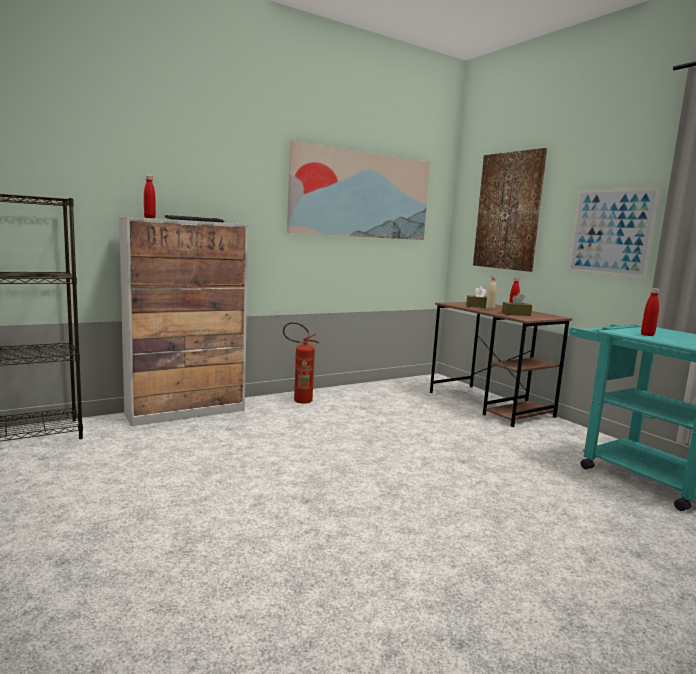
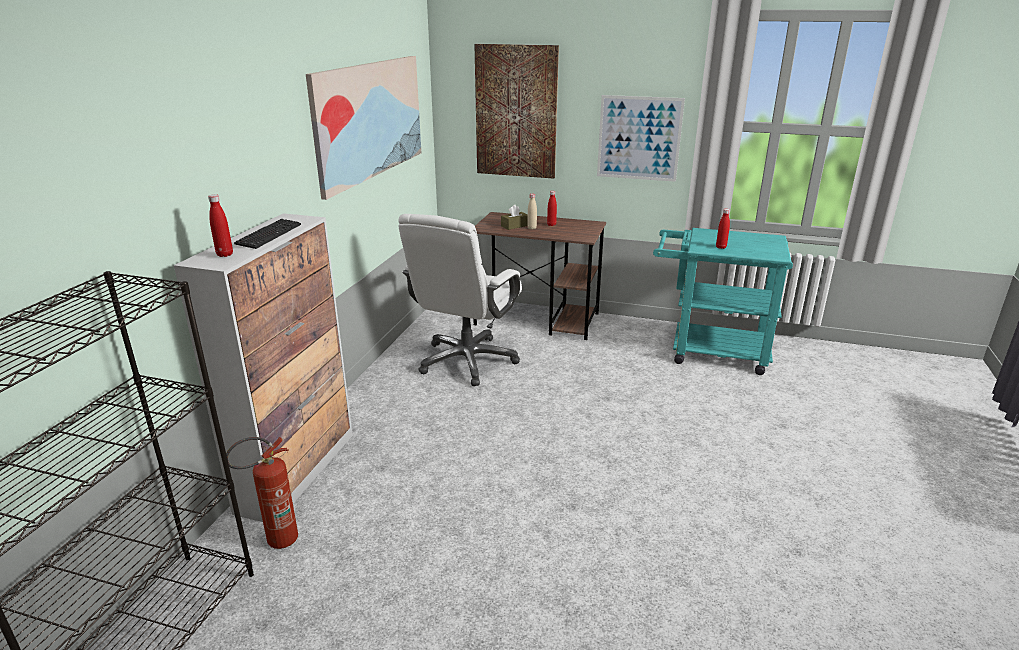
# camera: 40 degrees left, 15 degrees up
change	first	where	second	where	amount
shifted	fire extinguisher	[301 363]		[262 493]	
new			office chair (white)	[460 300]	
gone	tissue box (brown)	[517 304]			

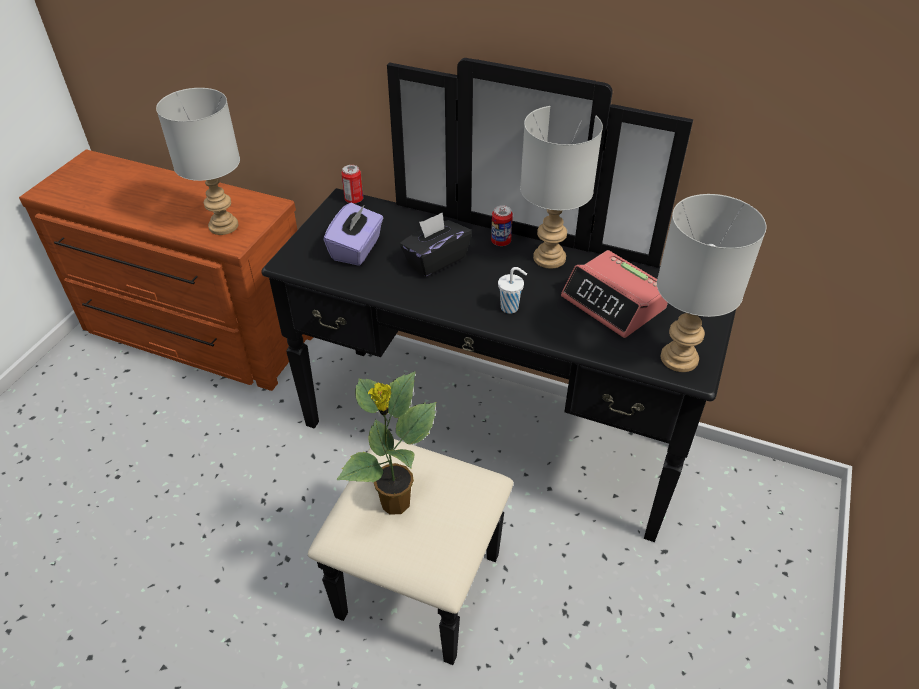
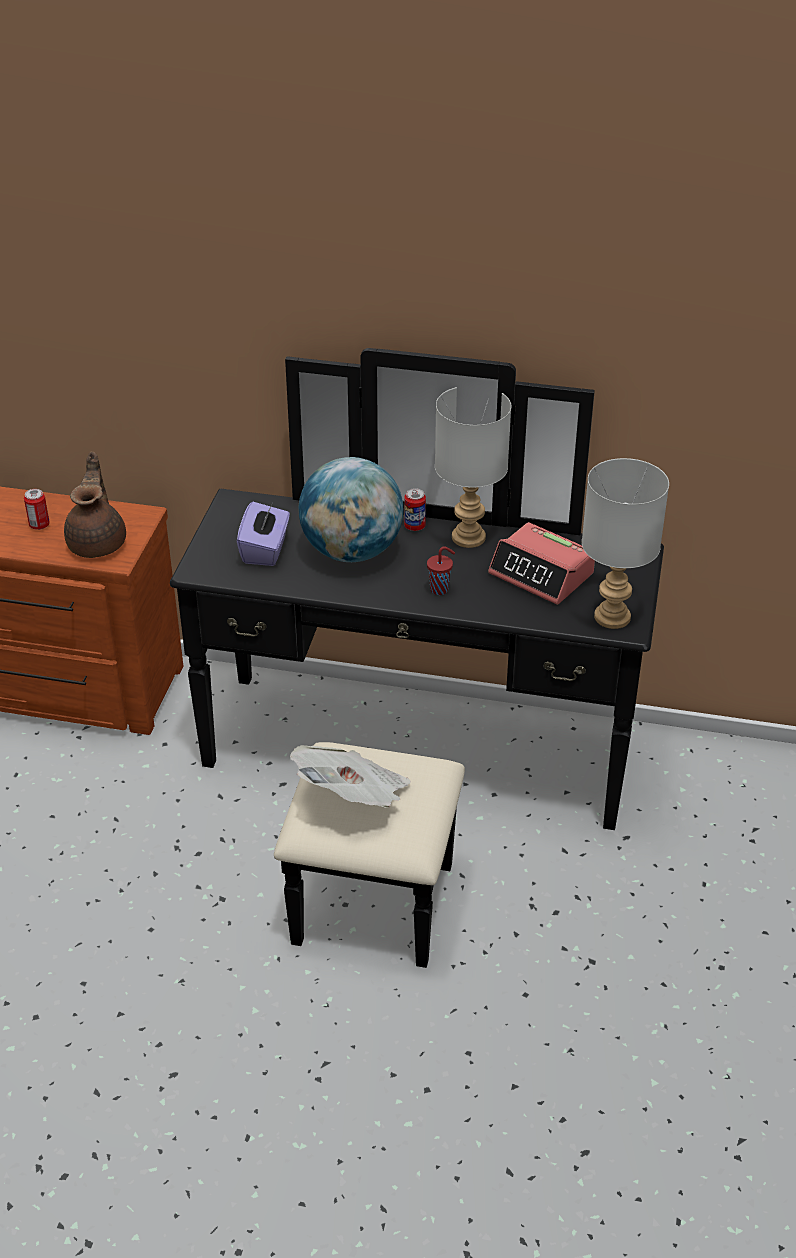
# camera: 10 degrees left, 5 degrees down
change	first	where	second	where	amount
shifted	can	[352 184]		[37 509]	
swapped	table lamp (grey)	[198 161]	teapot (brown)	[95 504]	
swapped	potted plant	[386 443]	newspaper	[350 776]	
swapped	tissue box (black)	[436 244]	globe	[350 509]	
repainted	cup (white)	[512 290]	cup (red)	[441 571]	

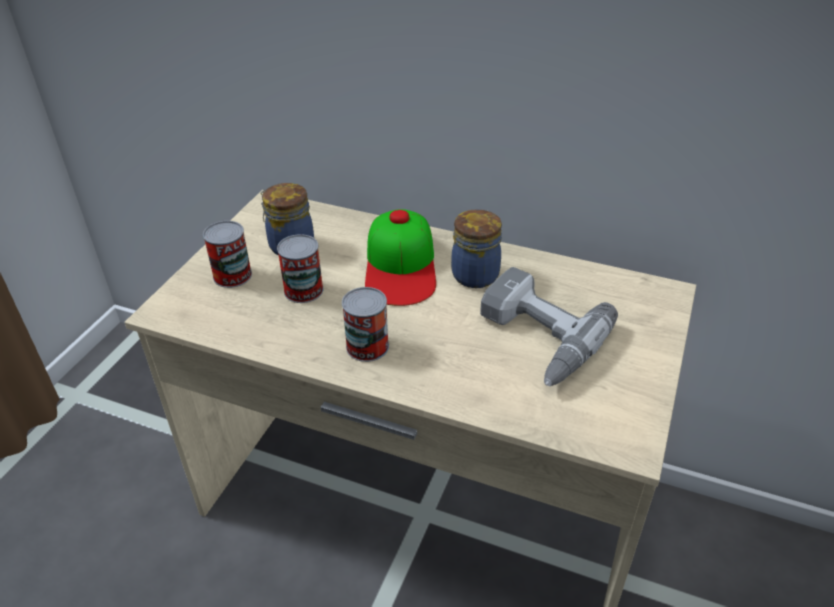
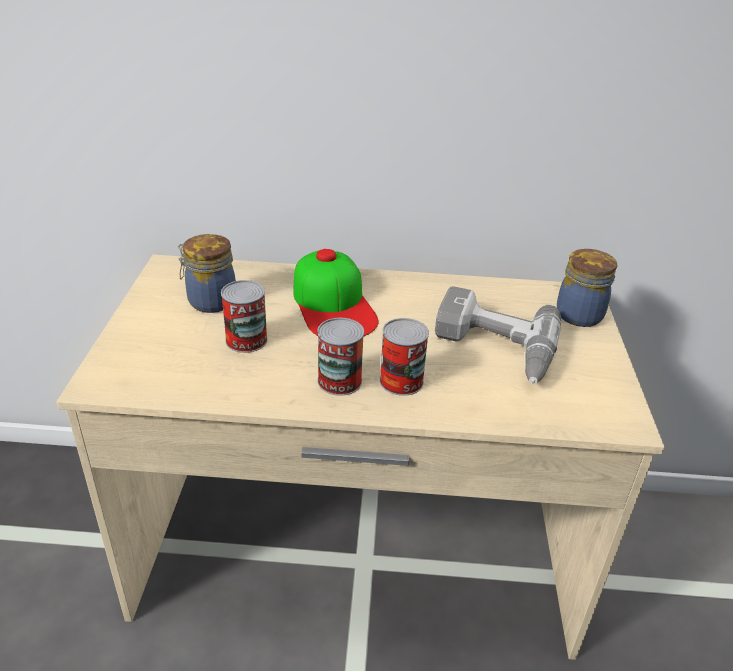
# camera: 20 degrees left, 5 degrees down
change	first	where	second	where	amount
shifted	can	[227 254]		[404 357]	
shifted	jar	[476 248]		[587 288]	

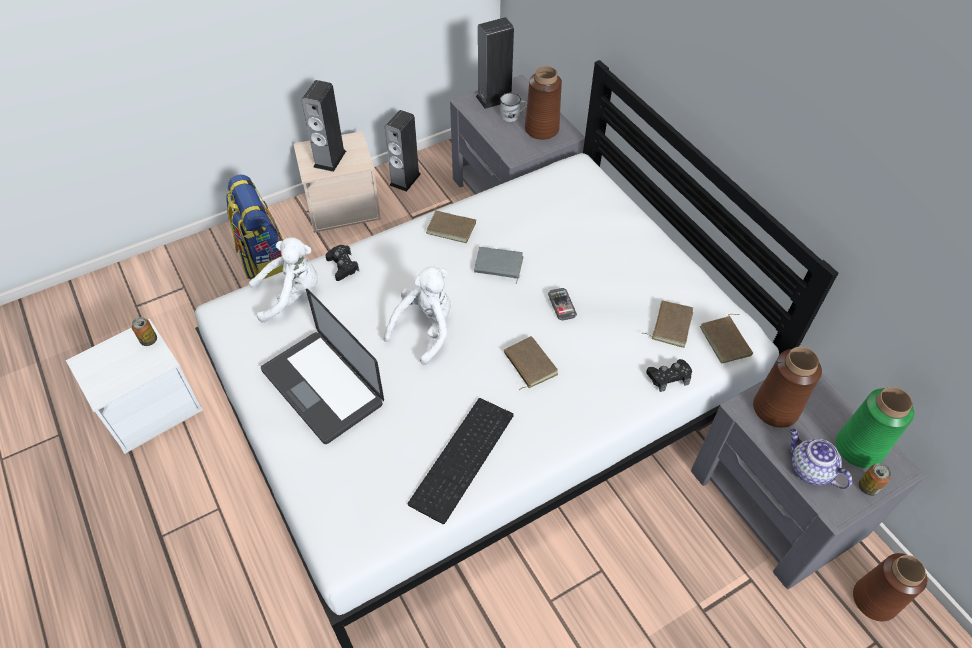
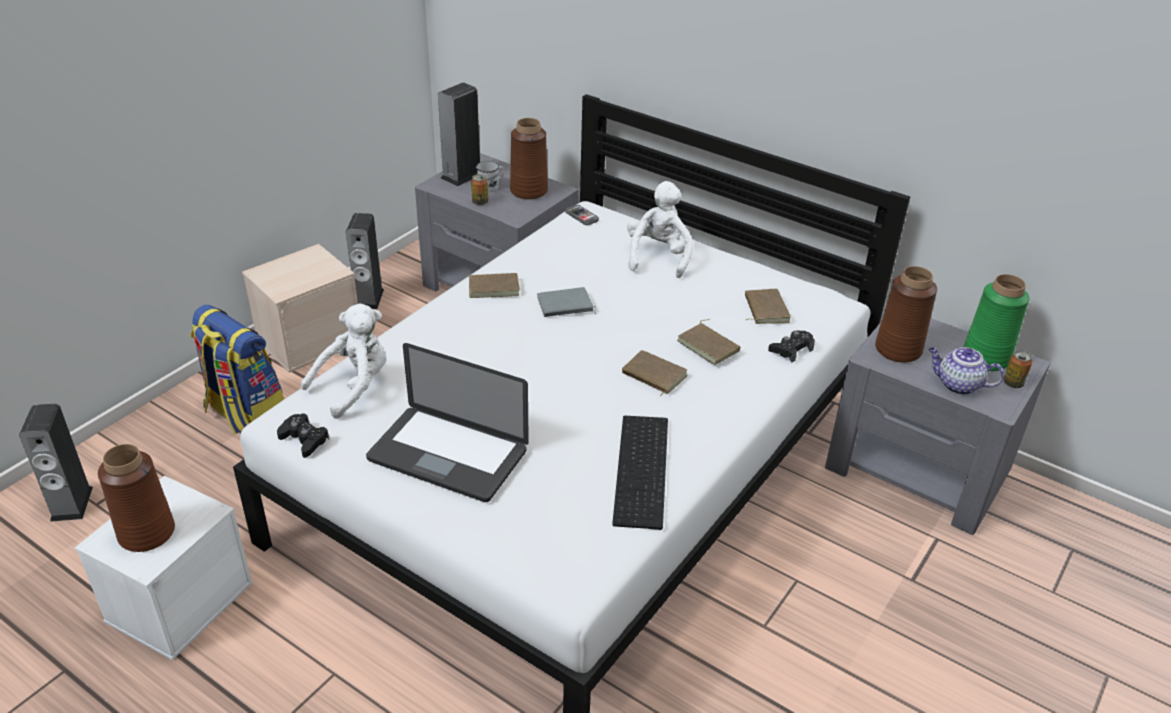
# camera: 25 degrees left, 15 degrees down
change	first	where	second	where	amount
shifted	speaker	[323 126]		[56 463]	
shifted	vase (brown)	[890 587]		[136 498]	
shifted	game controller (black)	[343 263]		[303 435]	
shifted	can	[144 331]		[479 189]	
shifted	phone	[562 304]		[582 215]	
shifted	plush toy (white)	[417 316]		[660 229]	
shifted	book (brown)	[726 339]		[709 342]	

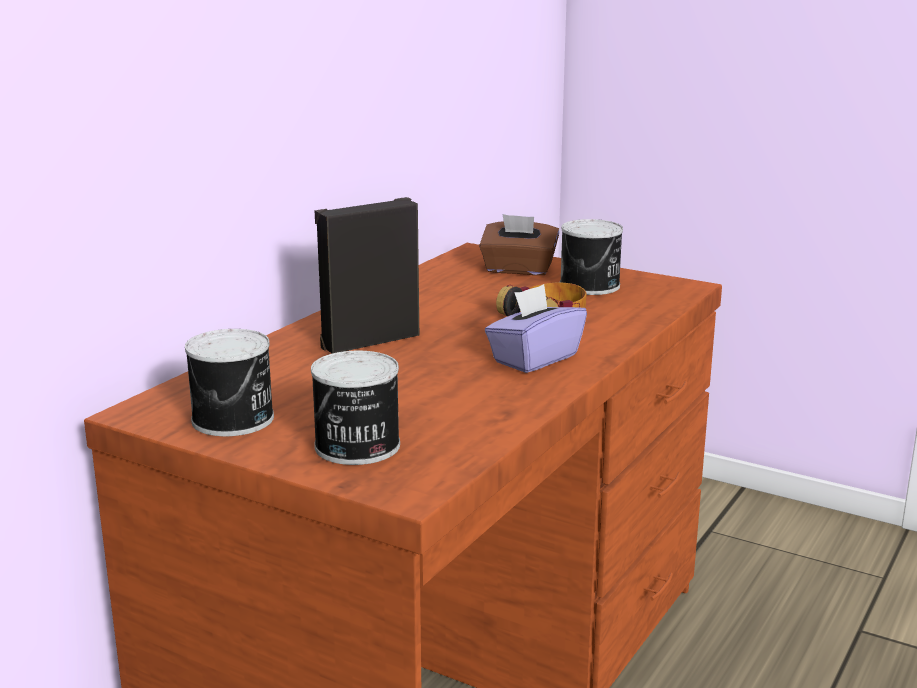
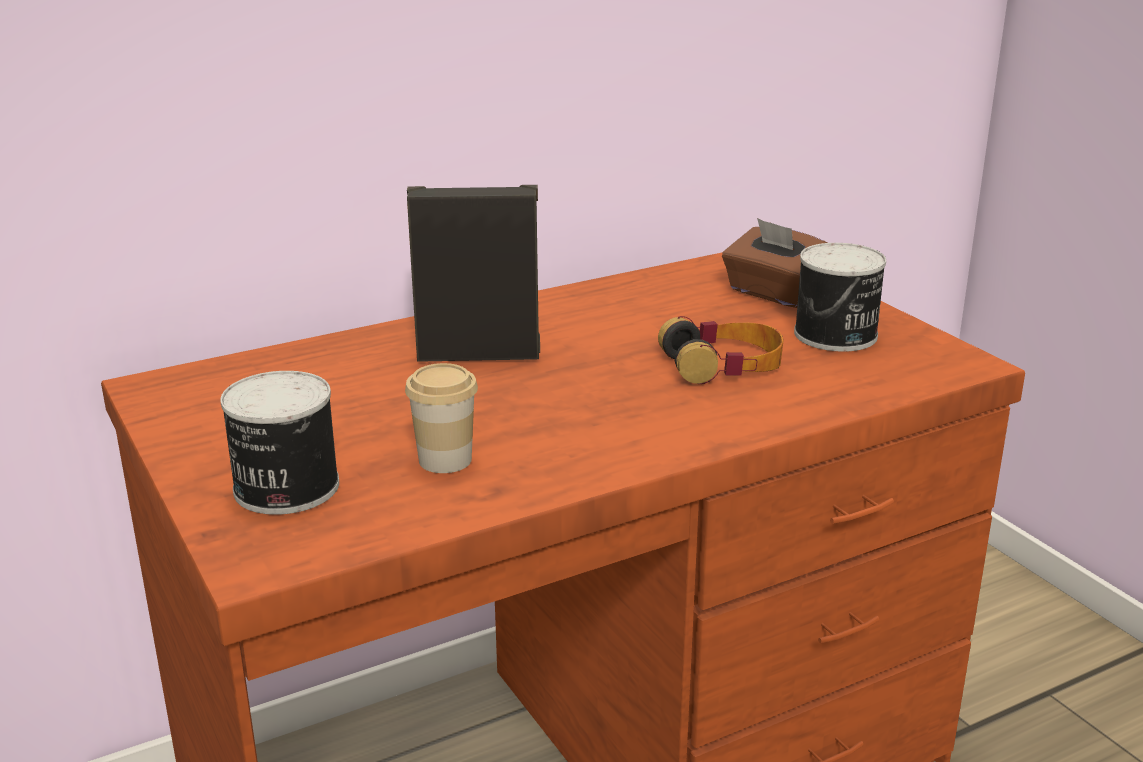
# camera: 30 degrees right, 5 degrees up
change	first	where	second	where	amount
new			cup	[441 418]	
gone	can	[229 382]			
gone	tissue box (purple)	[536 328]			

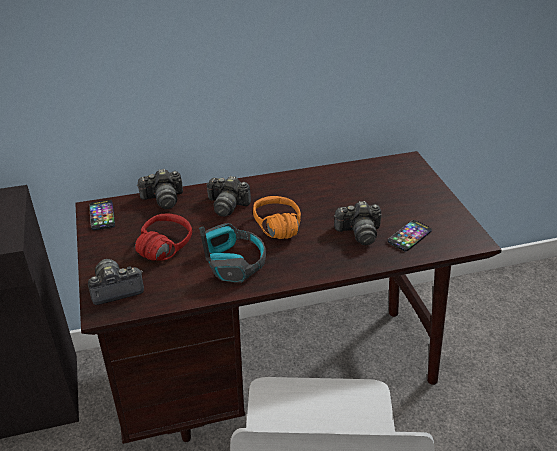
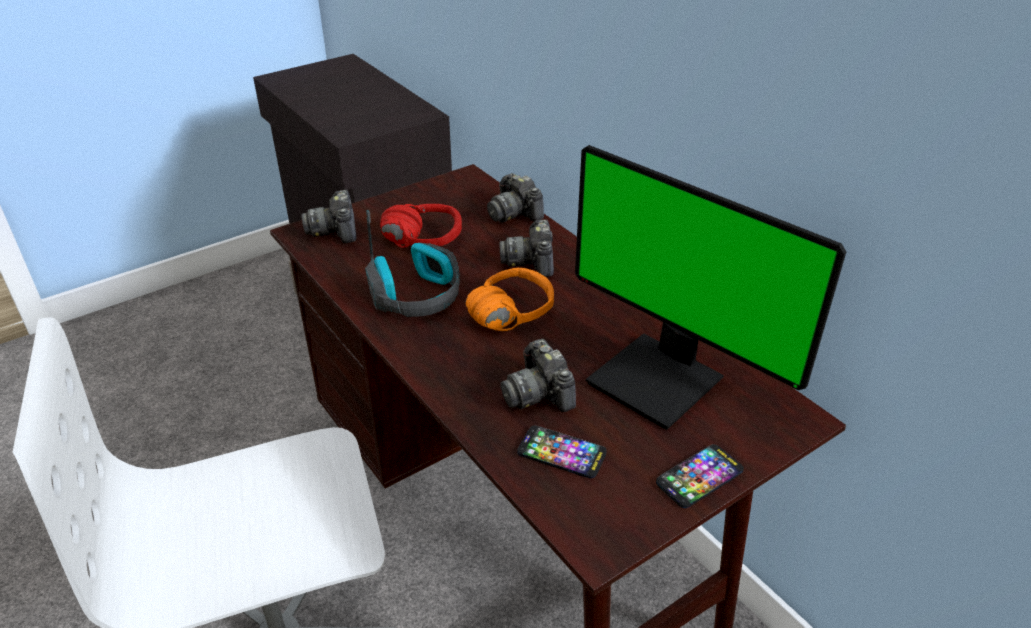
# camera: 70 degrees right, 0 degrees up
change	first	where	second	where	amount
rotated	photo camera	[116 282]		[329 216]	150 degrees counterclockwise
new			monitor	[710 287]	
shifted	phone	[102 215]		[700 476]	

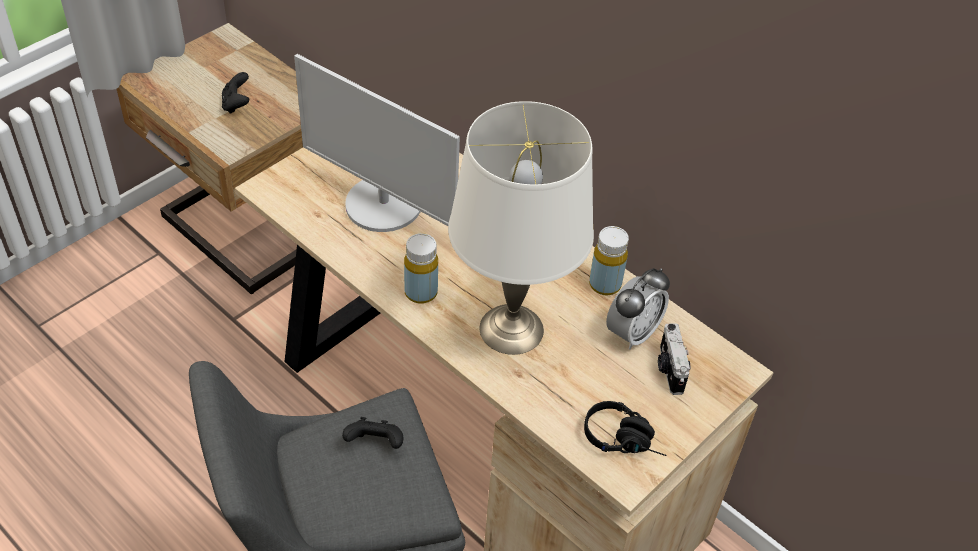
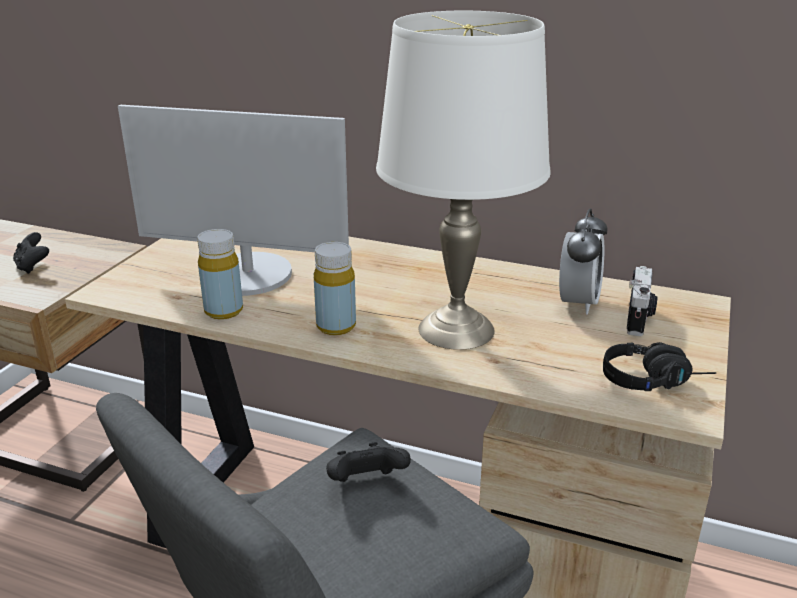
# camera: 20 degrees left, 20 degrees down
change	first	where	second	where	amount
shifted	bottle (yellow)	[609 260]		[220 274]	
rotated	photo camera	[674 359]		[642 301]	135 degrees counterclockwise

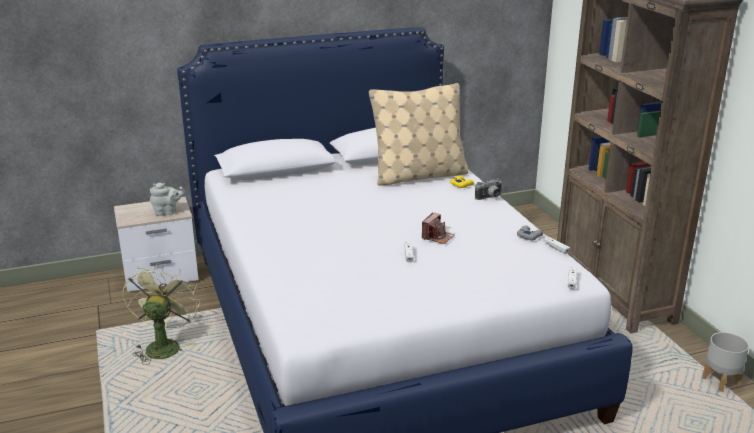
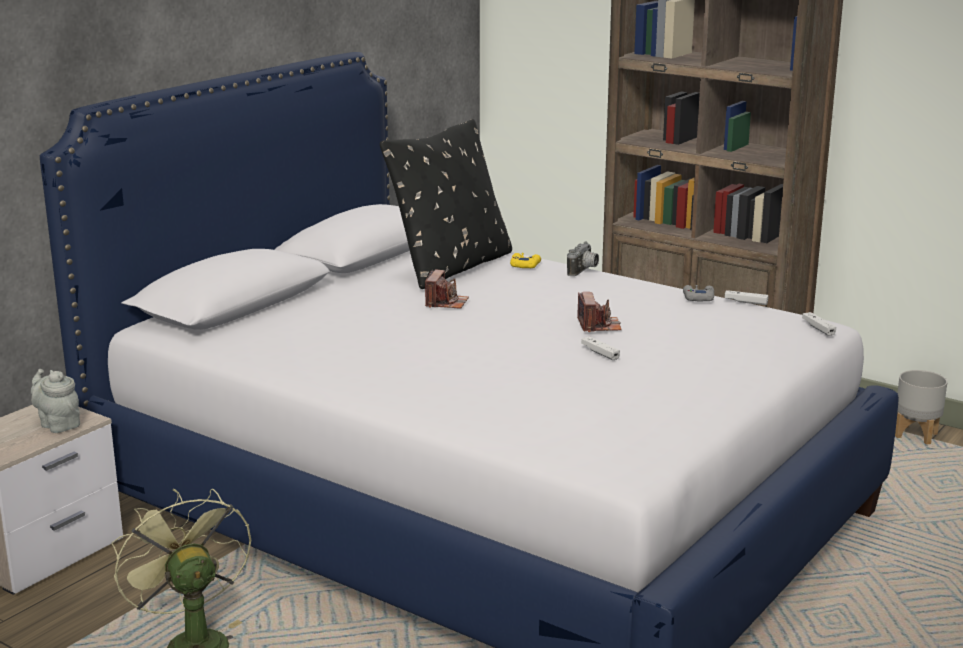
# camera: 35 degrees left, 5 degrees down
change	first	where	second	where	amount
rotated	teapot (grey)	[167 199]		[55 401]	90 degrees counterclockwise
repainted	pillow (beige)	[419 134]	pillow (black)	[446 204]	
new			photo camera	[447 289]	

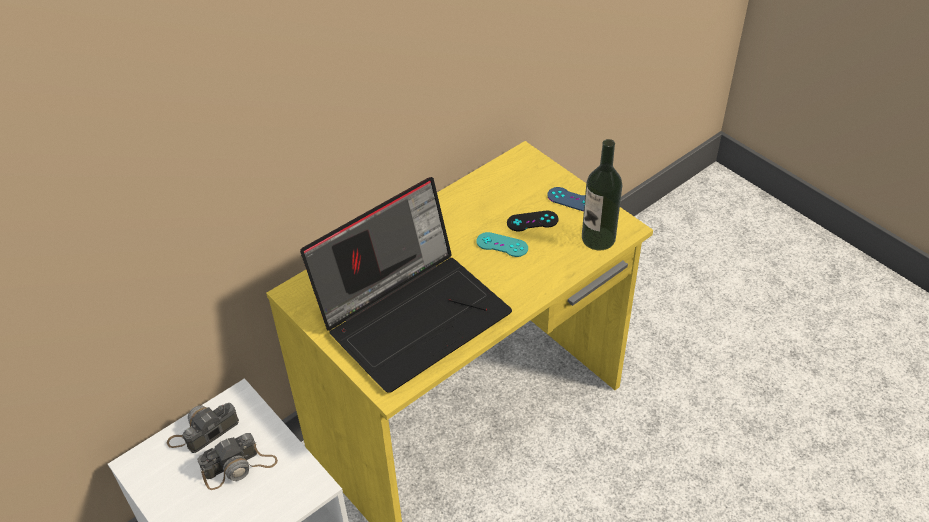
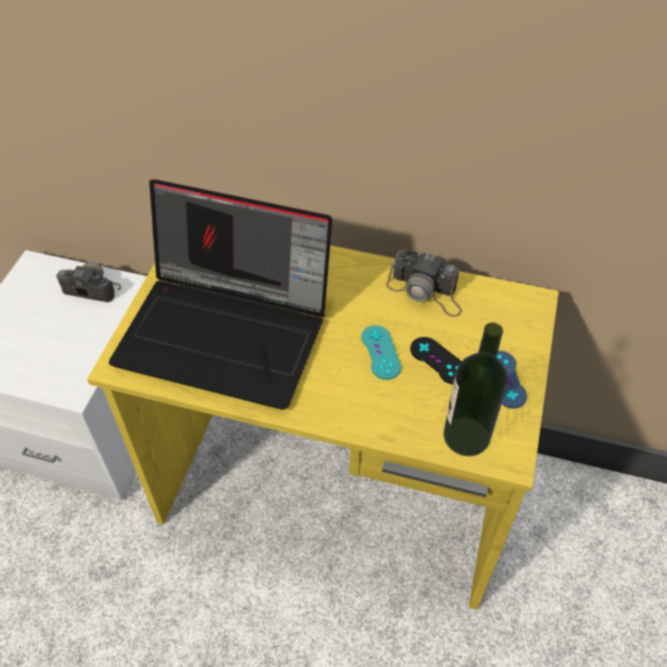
# camera: 55 degrees right, 5 degrees up
change	first	where	second	where	amount
shifted	photo camera	[237 461]		[424 283]	

